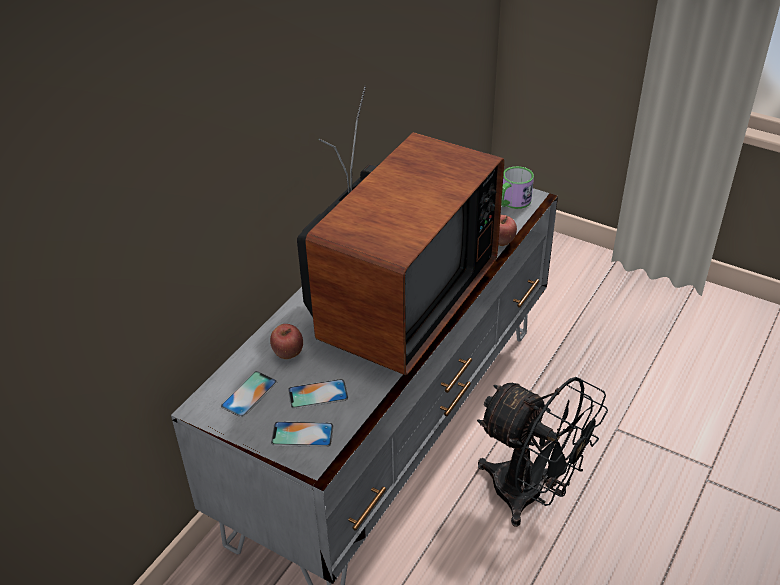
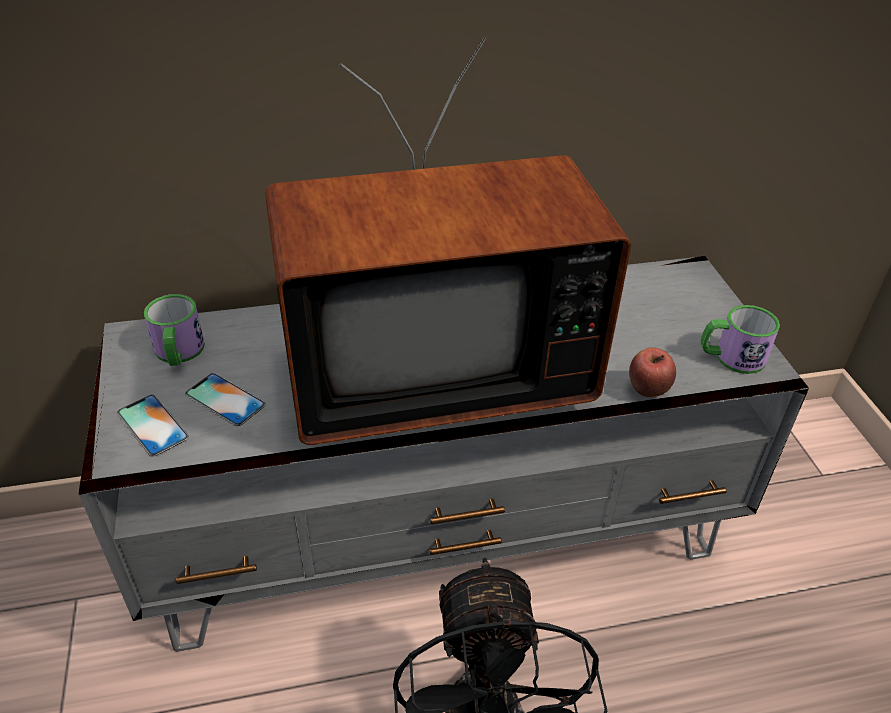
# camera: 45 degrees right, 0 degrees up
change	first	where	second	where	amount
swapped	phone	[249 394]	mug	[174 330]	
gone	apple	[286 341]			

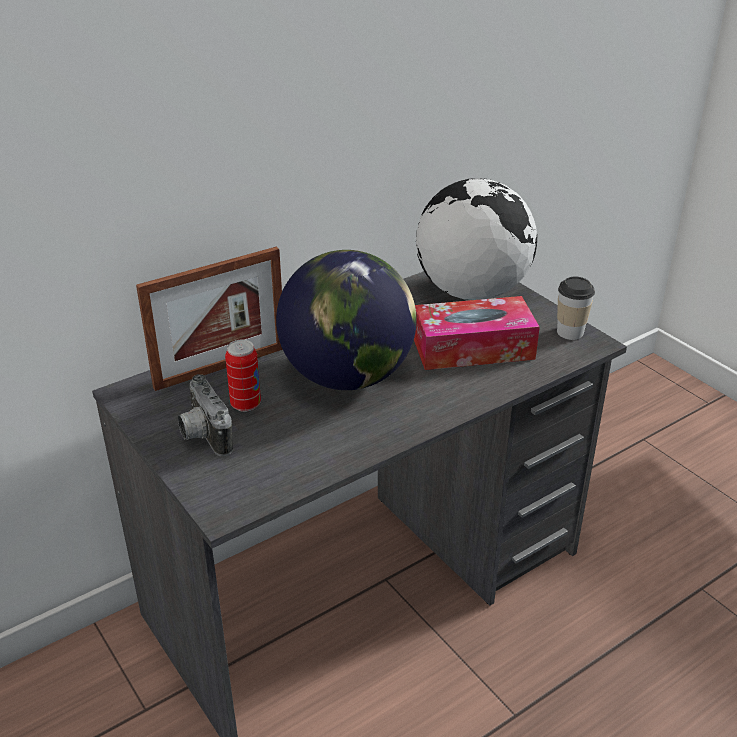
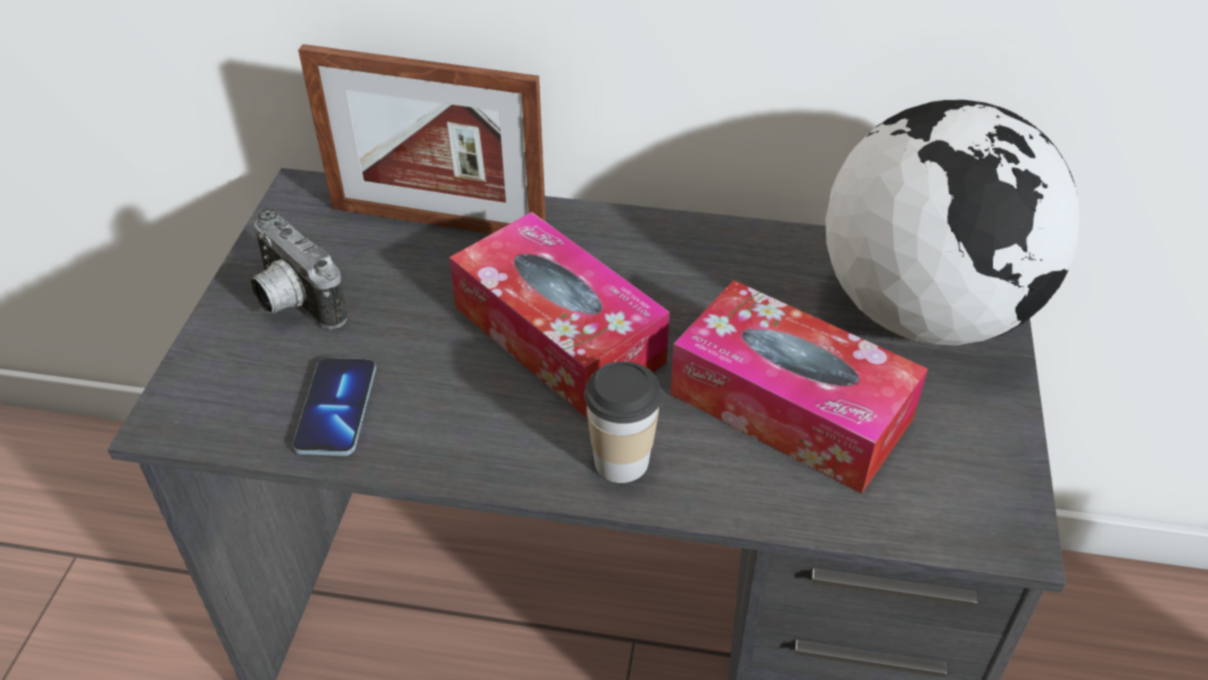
# camera: 45 degrees right, 10 degrees up
change	first	where	second	where	amount
rotated	photo camera	[205 415]		[298 268]	60 degrees counterclockwise
new			phone	[334 407]	
swapped	globe	[346 320]	tissue box	[559 315]	
shifted	cup	[576 308]		[623 422]	
gone	can	[243 376]			

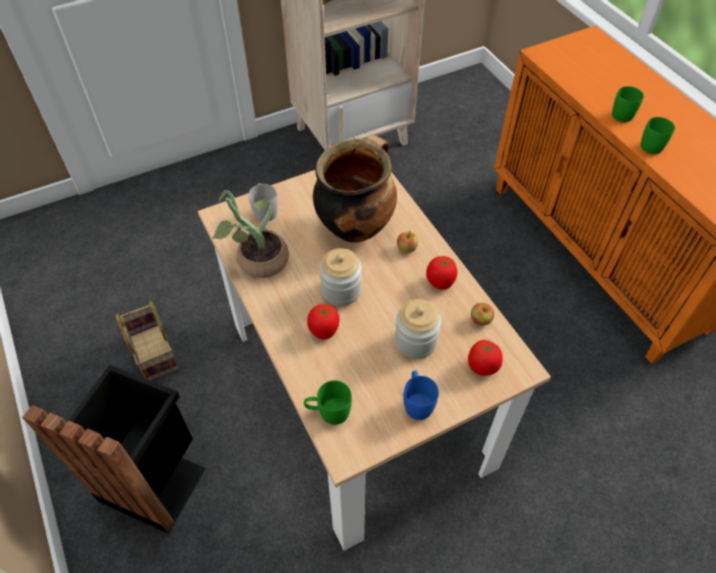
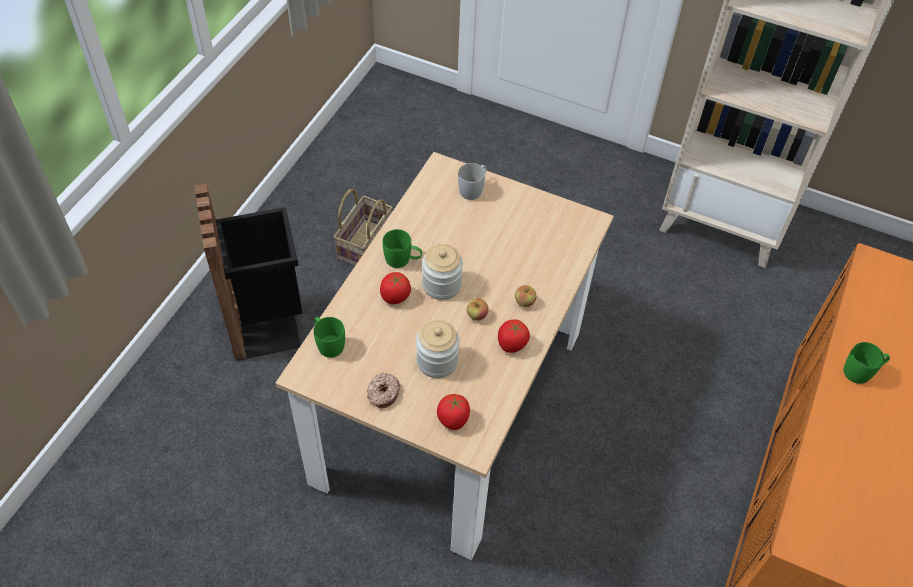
# camera: 50 degrees right, 0 degrees up
change	first	where	second	where	amount
swapped	mug (blue)	[421 395]	donut	[383 390]	
shifted	mug (green)	[658 135]		[402 248]	
shifted	apple	[482 314]		[478 309]	
gone	potted plant	[250 234]			
gone	cooking pot	[355 188]			

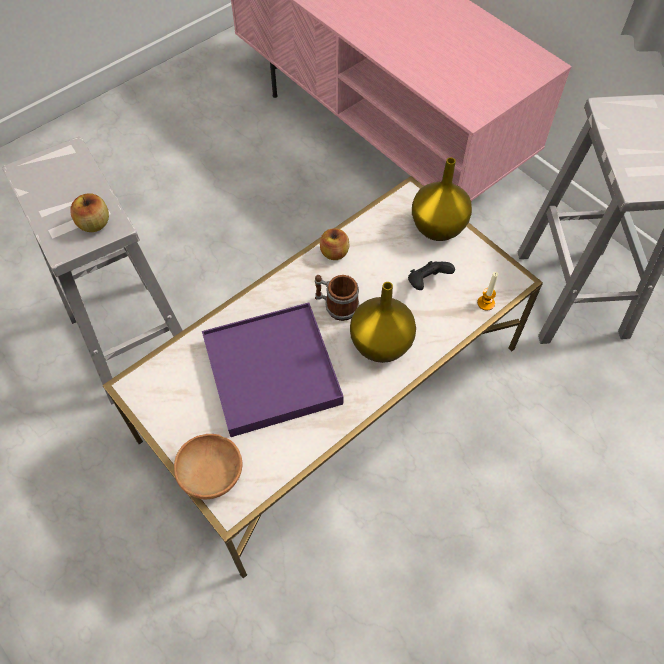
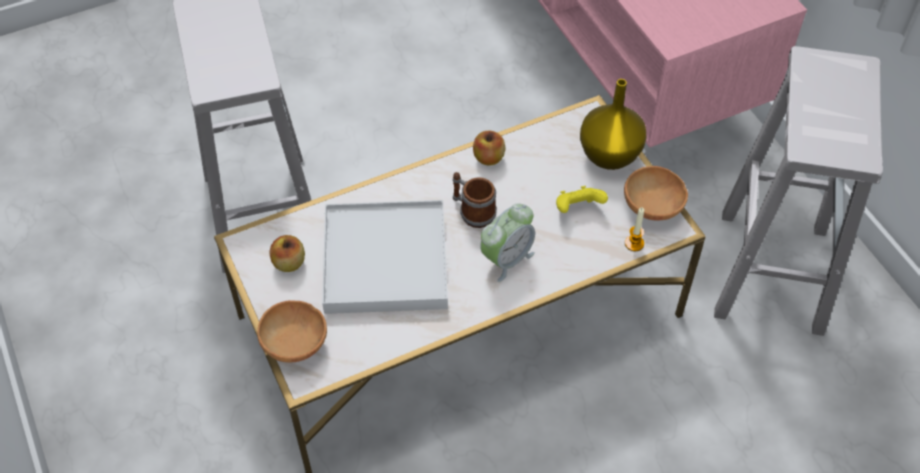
# camera: 15 degrees right, 5 degrees down
change	first	where	second	where	amount
shifted	apple	[89 212]		[287 253]	
repainted	tray (purple)	[273 370]	tray (white)	[385 257]	
swapped	vase (yellow)	[383 322]	alarm clock	[507 242]	
repainted	game controller (black)	[431 275]	game controller (yellow)	[582 199]	
new			bowl (brown)	[656 193]	

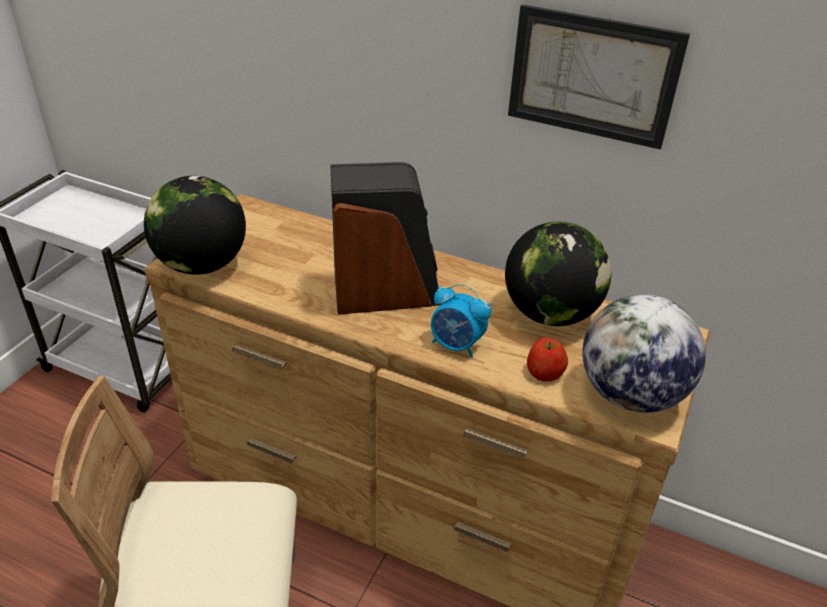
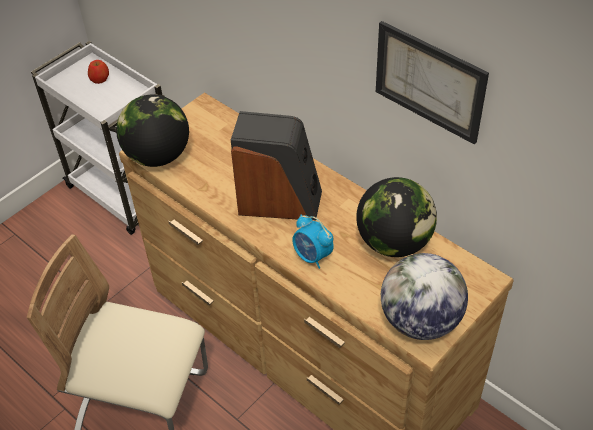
# camera: 20 degrees right, 10 degrees up
change	first	where	second	where	amount
shifted	apple	[547 360]		[98 72]	

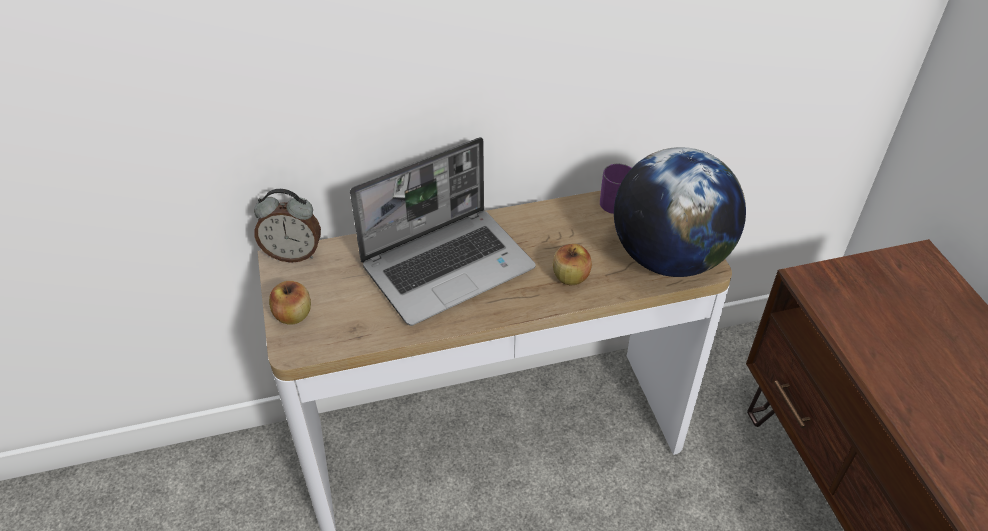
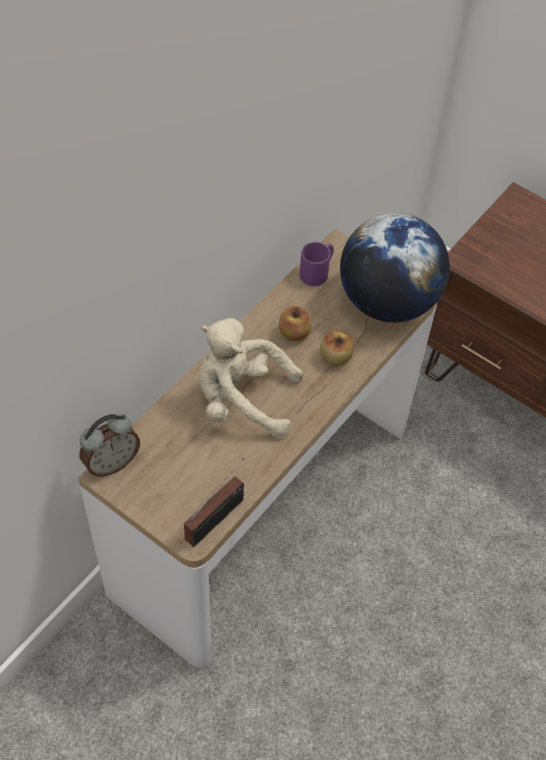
# camera: 40 degrees left, 10 degrees up
change	first	where	second	where	amount
new			radio	[214 502]	
swapped	laptop	[443 231]	plush toy (beige)	[251 378]	
shifted	apple	[290 303]		[295 323]	

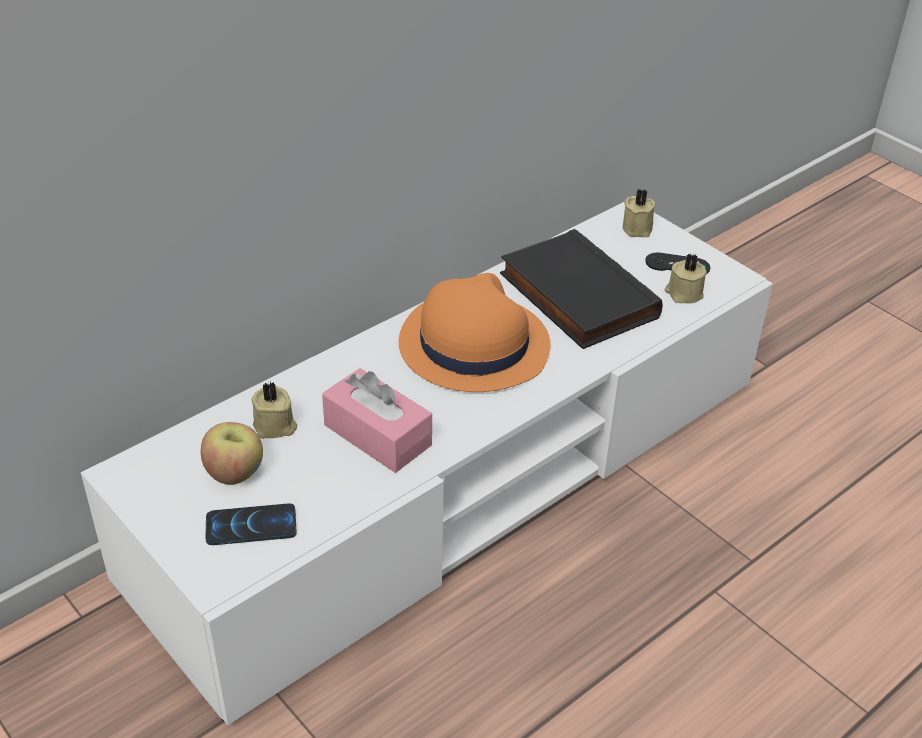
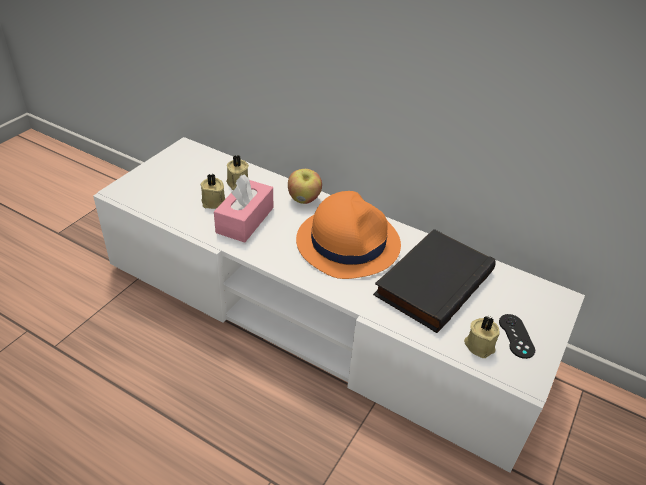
# camera: 70 degrees right, 0 degrees up
change	first	where	second	where	amount
shifted	candle (beige)	[639 213]		[213 191]	
shifted	apple	[232 453]		[305 186]	
gone	phone	[251 524]			

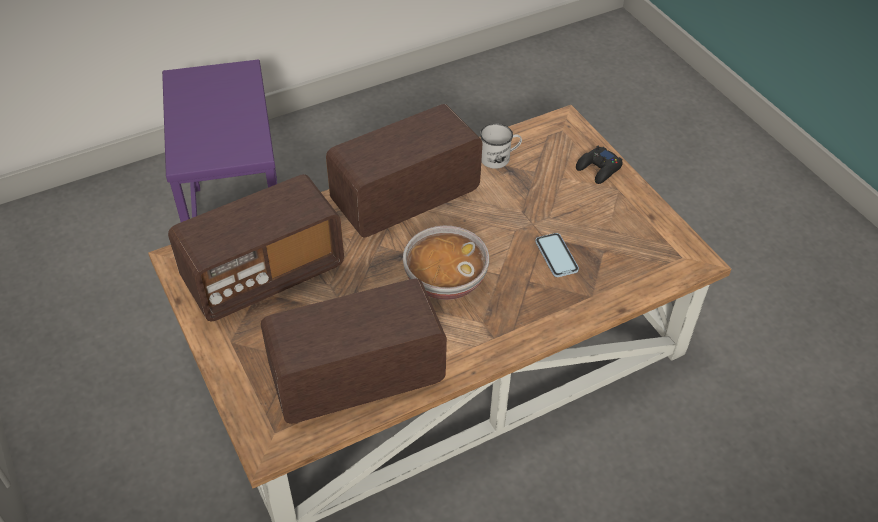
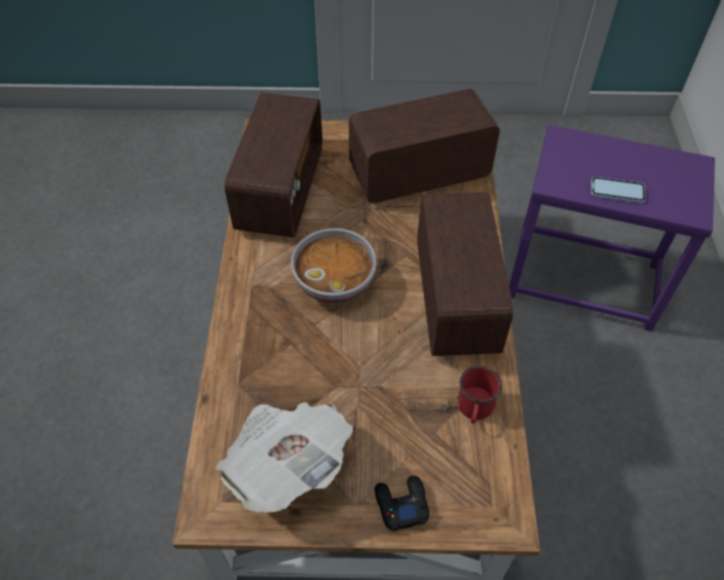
# camera: 120 degrees right, 5 degrees up
change	first	where	second	where	amount
new			newspaper	[284 457]	
rotated	radio	[256 247]		[424 146]	75 degrees clockwise
repainted	mug (white)	[501 146]	mug (red)	[479 395]	
shifted	phone	[557 255]		[618 190]	

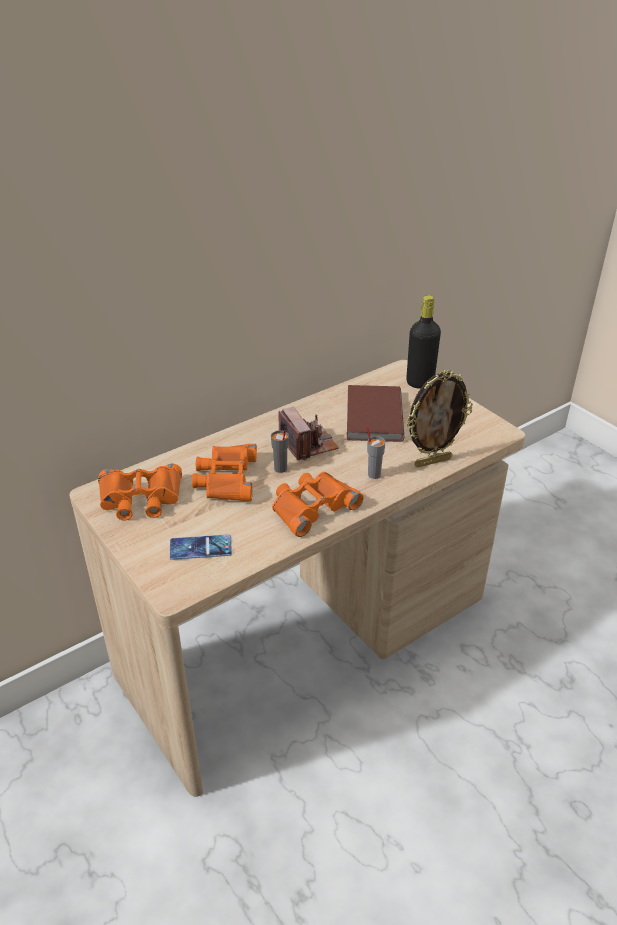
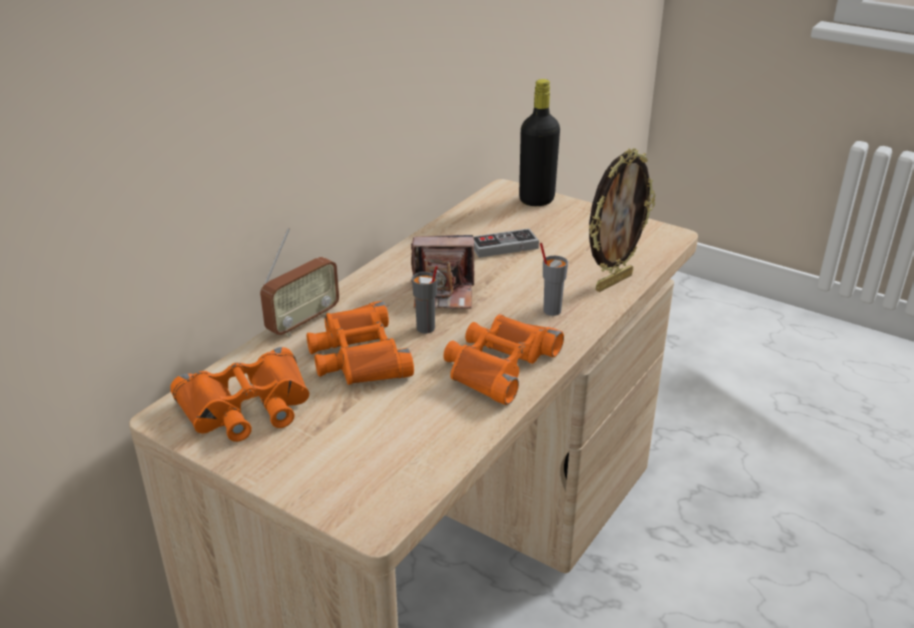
# camera: 20 degrees left, 5 degrees down
change	first	where	second	where	amount
new			radio	[299 282]	
rotated	photo camera	[309 434]		[442 272]	135 degrees clockwise
swapped	book (brown)	[375 413]	game controller	[506 243]	
gone	phone	[201 547]			

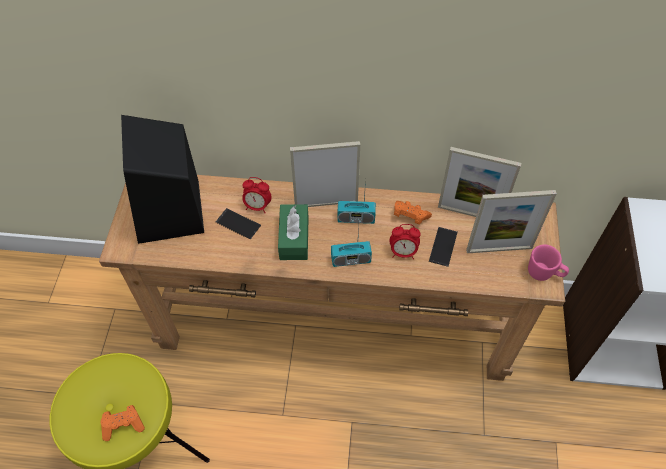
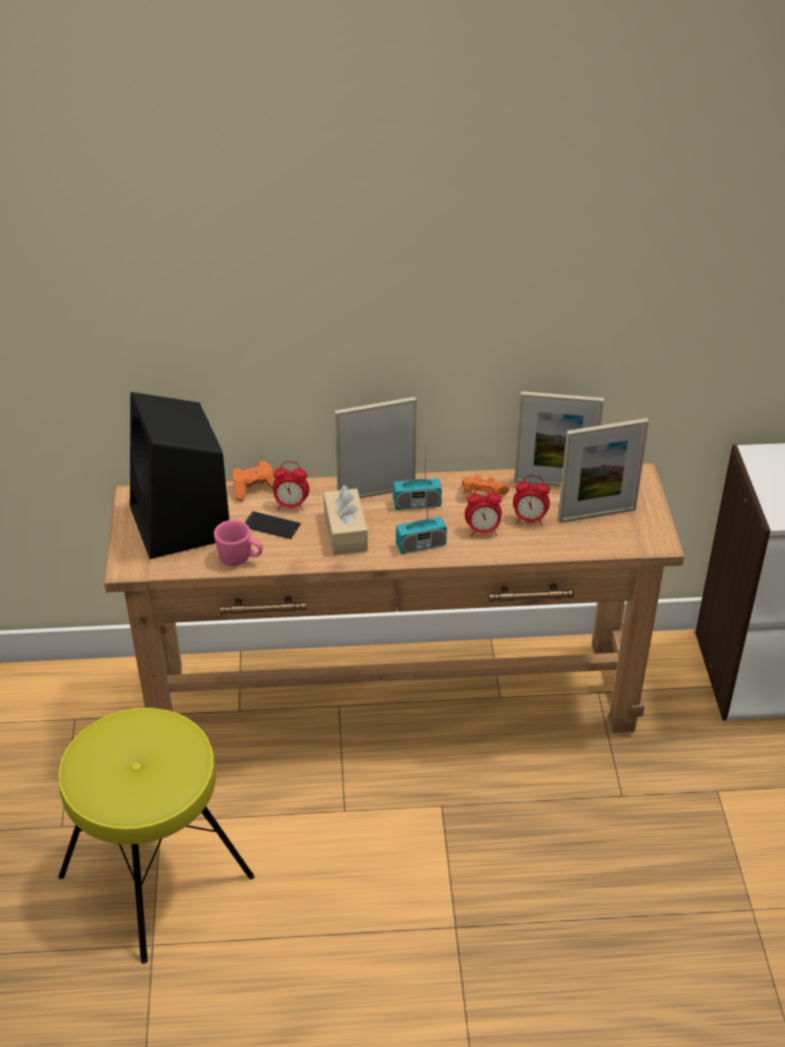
# camera: 10 degrees left, 15 degrees down
change	first	where	second	where	amount
shifted	mug (pink)	[548 262]		[238 543]	
shifted	game controller (orange)	[123 423]		[254 481]	
repainted	tissue box (green)	[293 232]	tissue box (beige)	[345 520]	
swapped	phone	[443 247]	alarm clock	[531 500]	

